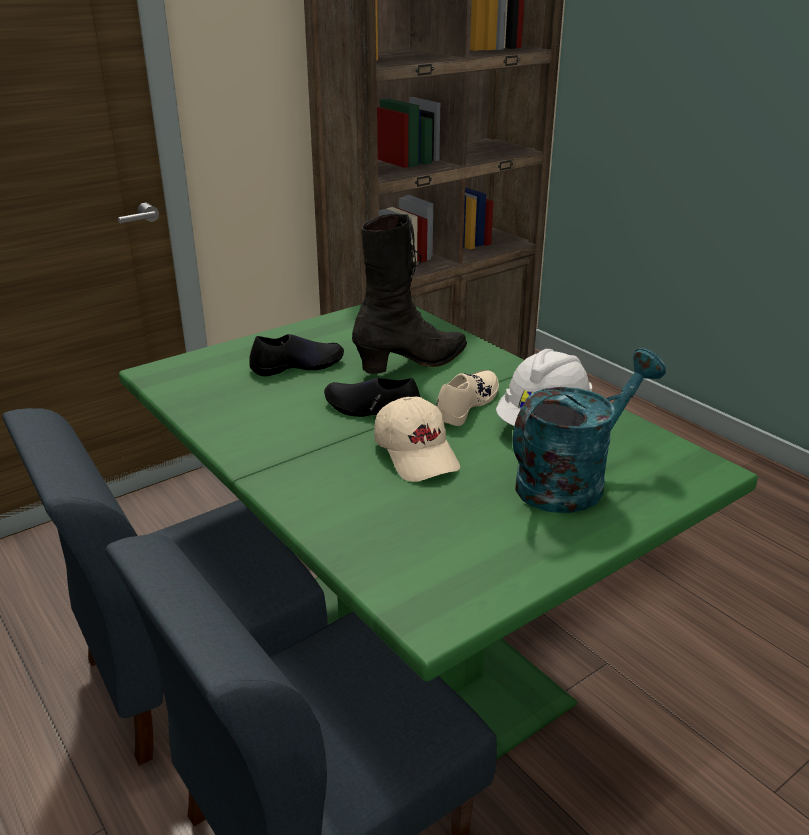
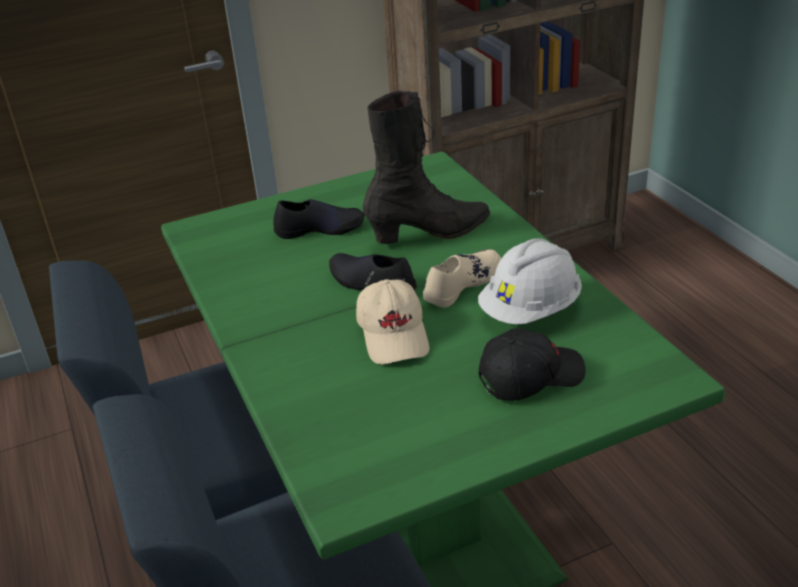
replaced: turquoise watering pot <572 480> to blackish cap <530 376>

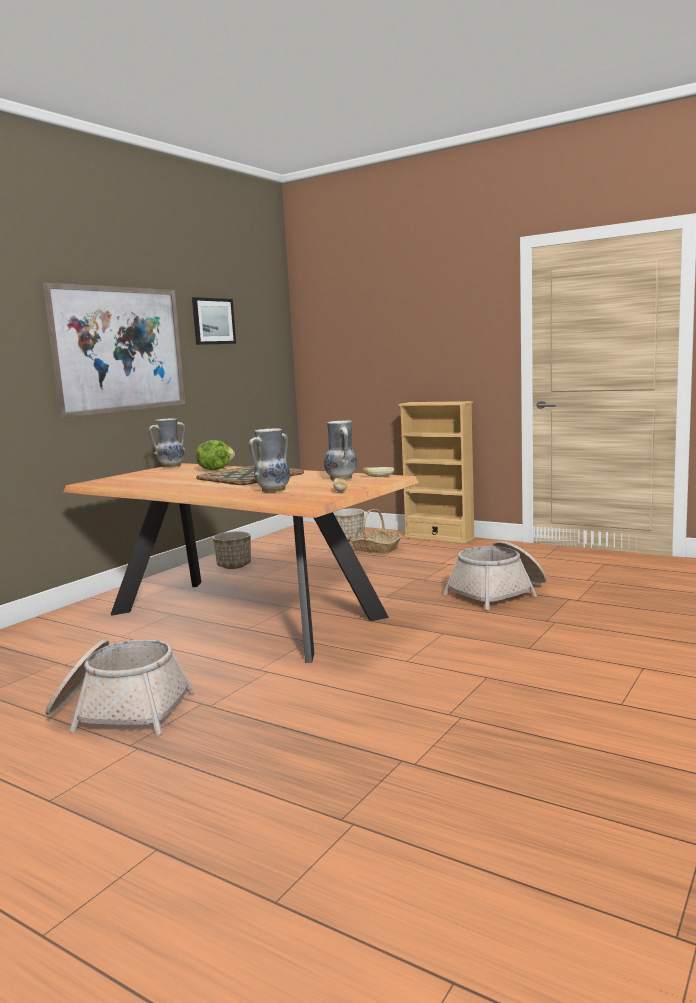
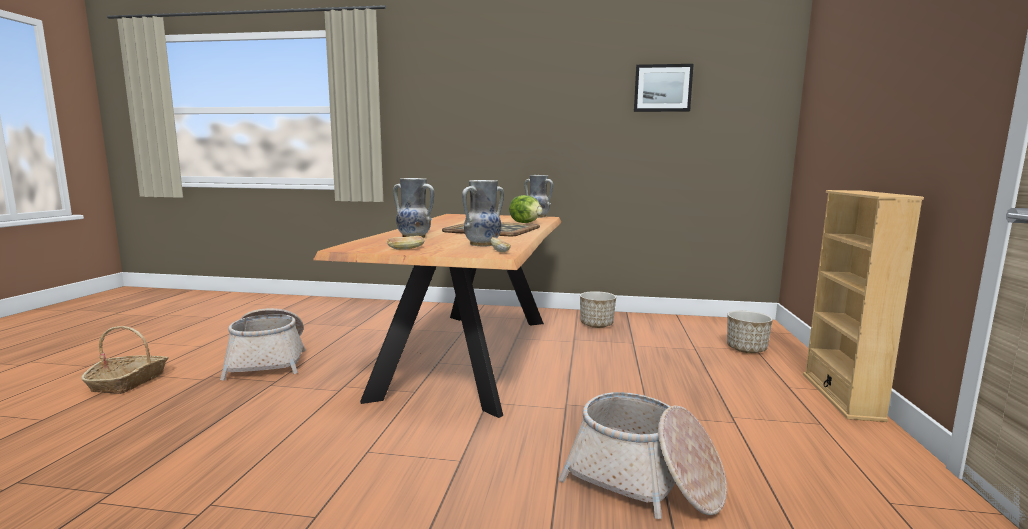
removed: picture <120 349>
moved: storage basket <375 549> to <129 381>

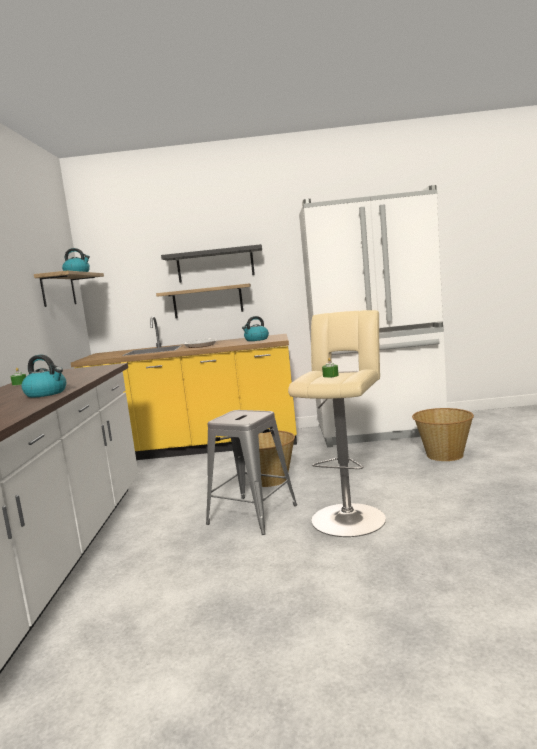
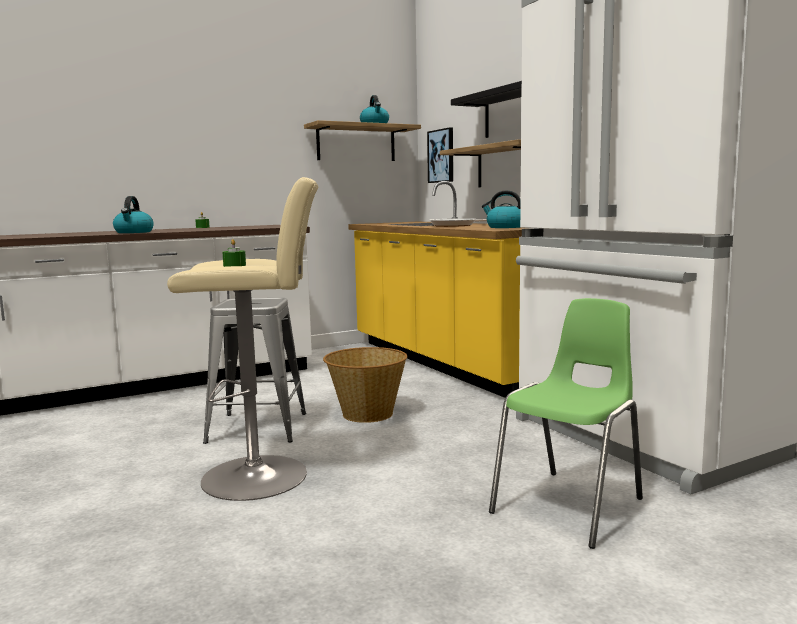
added: picture <441 156>
replaced: storage basket <444 455> to greenish plain chair <570 506>

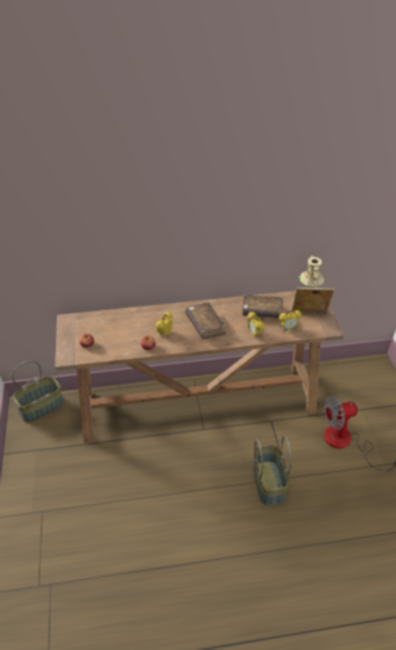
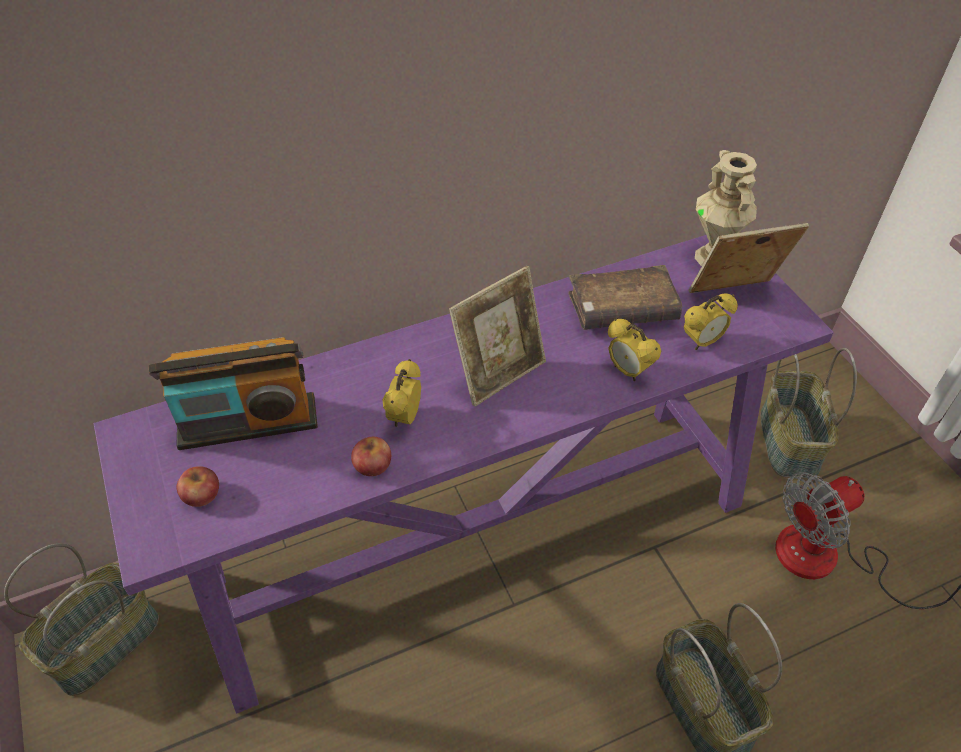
added: radio <248 423>; storage basket <790 441>
replaced: brown-coloured volume <205 325> to standing frame <499 373>
recoloured: brown-coloured hall table <199 403> to purple-coloured hall table <483 540>

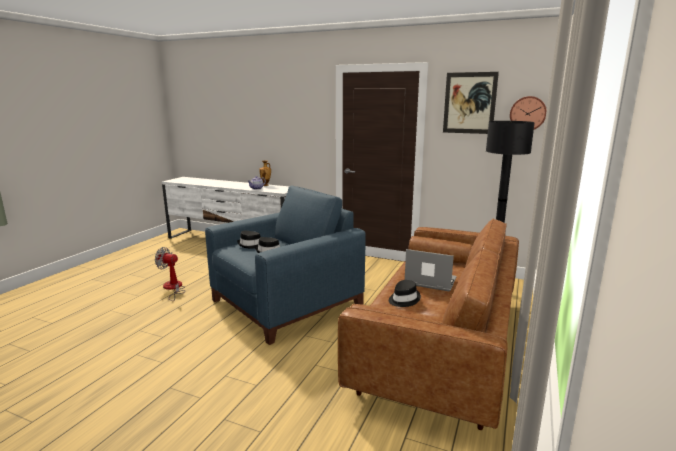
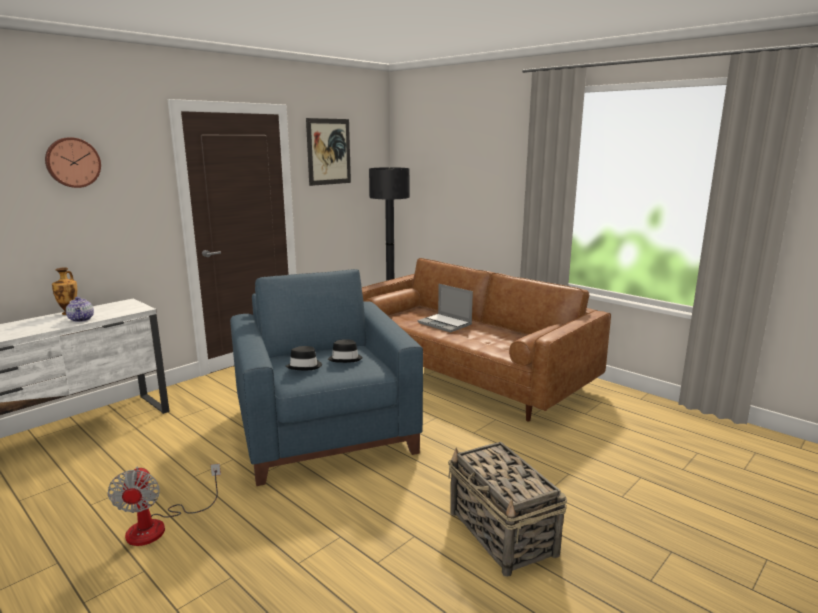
removed: blackish wearable hat <403 299>
added: storage basket <502 534>
moved: hanging clock <528 113> to <72 162>
turned: cooling fan <173 288> = <159 526> 45 degrees counterclockwise; notebook computer <429 281> = <445 324> 90 degrees counterclockwise

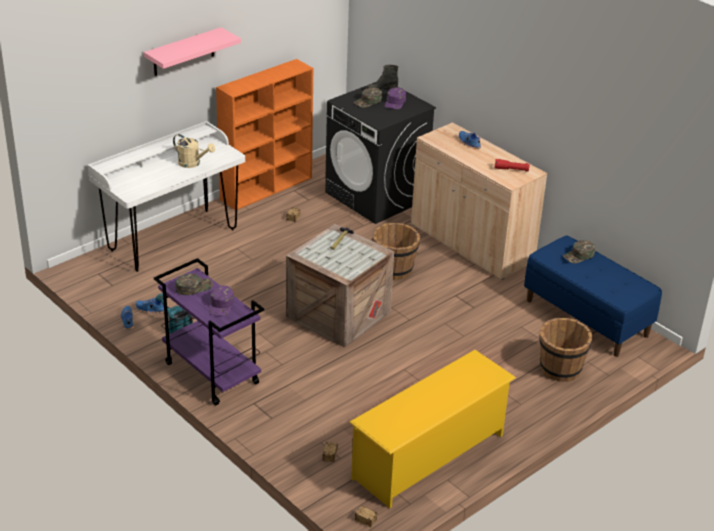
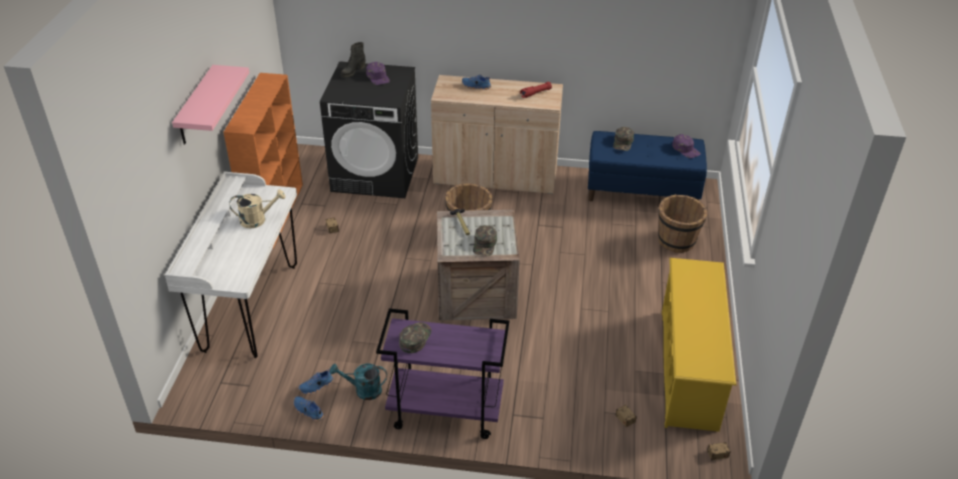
moved: greenish cap <368 101> to <485 244>; purple-coloured cap <221 305> to <686 149>

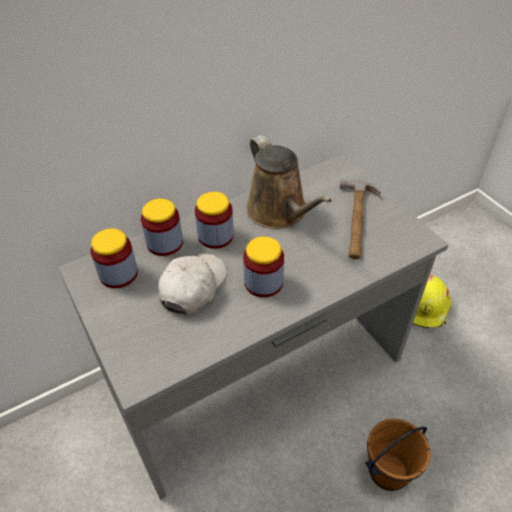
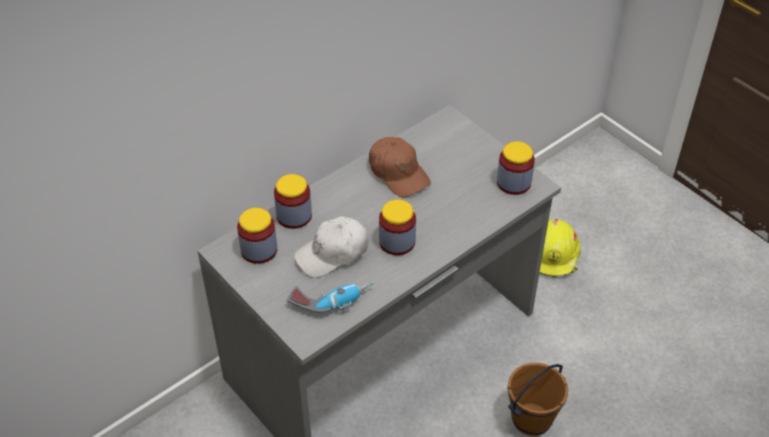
removed: hand hammer <357 221>
added: power drill <331 299>
moved: storage jar <215 236> to <513 182>
replaced: brown-coloured watering pot <280 212> to brown-coloured cap <398 173>
turned: white-coloured cap <192 287> = <332 253> 135 degrees counterclockwise

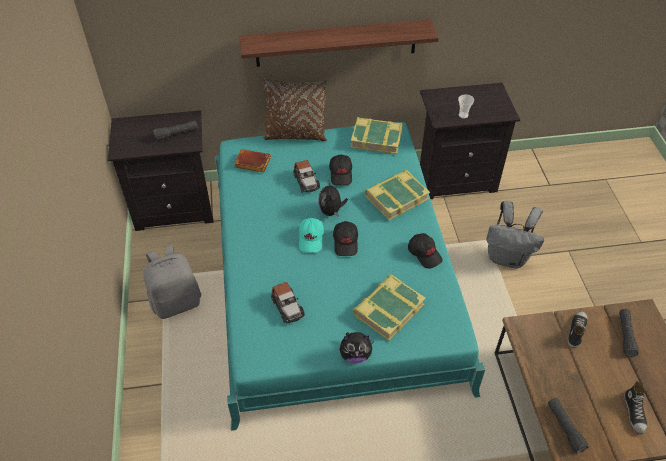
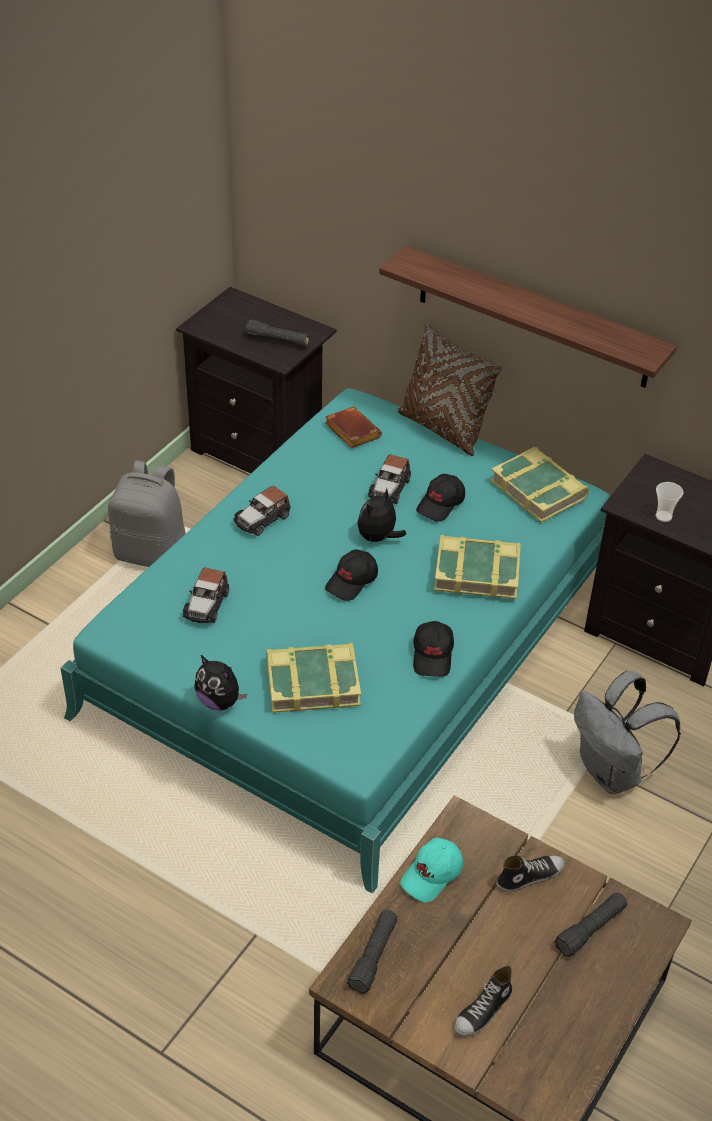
added: model car <262 519>
moved: turquoise cap <311 239> to <432 875>

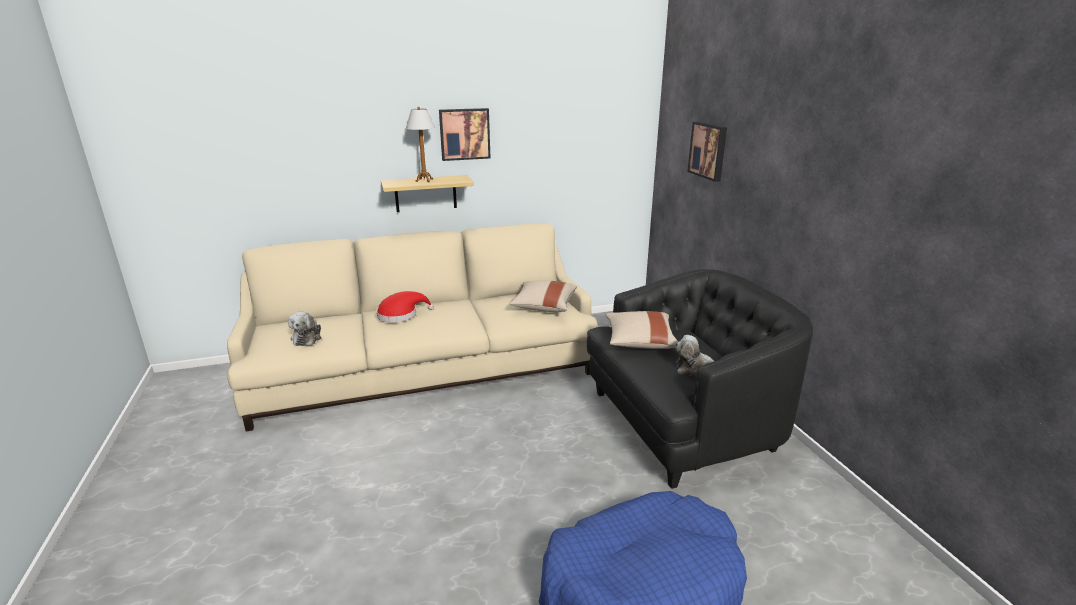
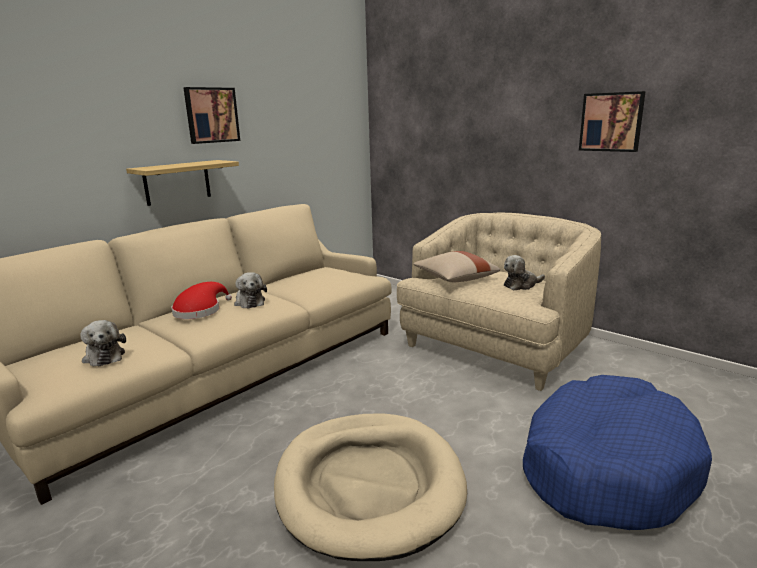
removed: tabletop lamp <424 180>; sand-coloured cushion <543 306>
added: soft toy <249 302>; sand-coloured dog bed <369 485>
moved: picture <708 150> to <611 122>
recoloured: blackish easy chair <682 423> to sand-coloured easy chair <495 346>

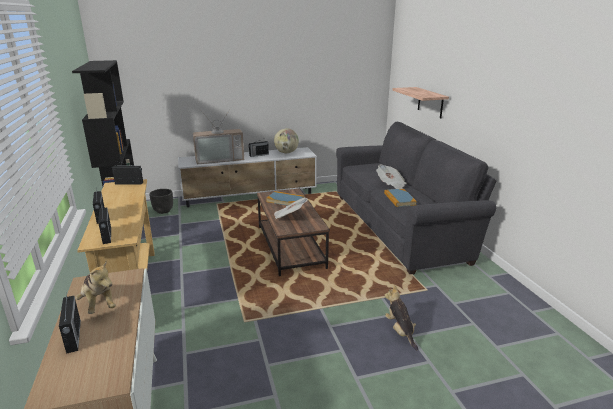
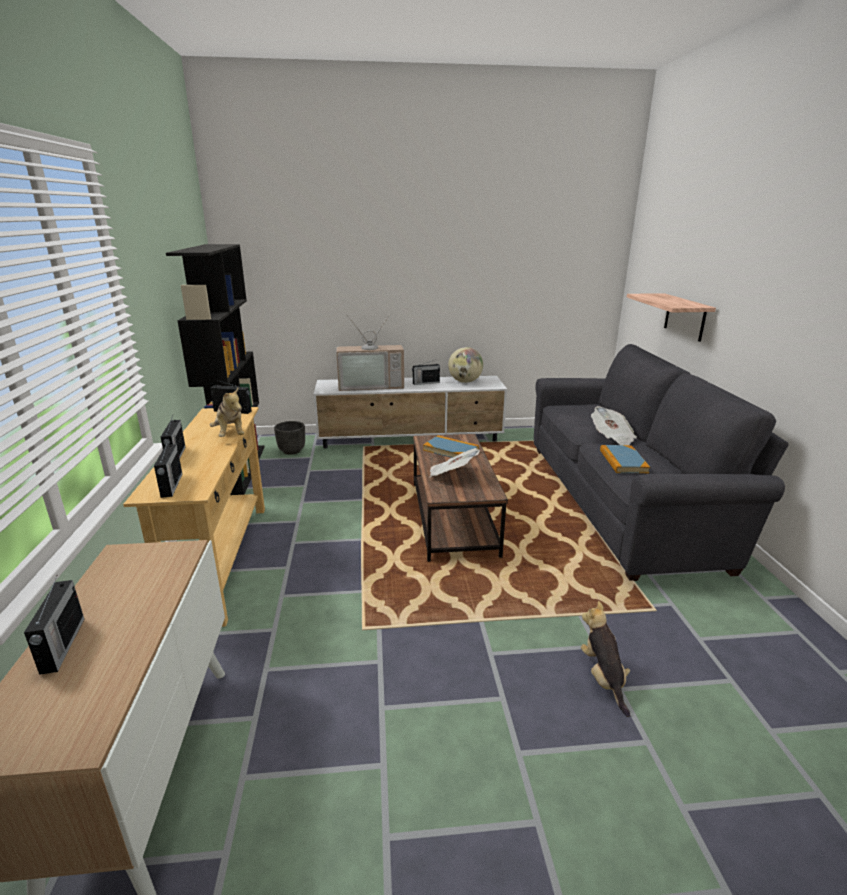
moved: soft toy <99 304> to <230 434>

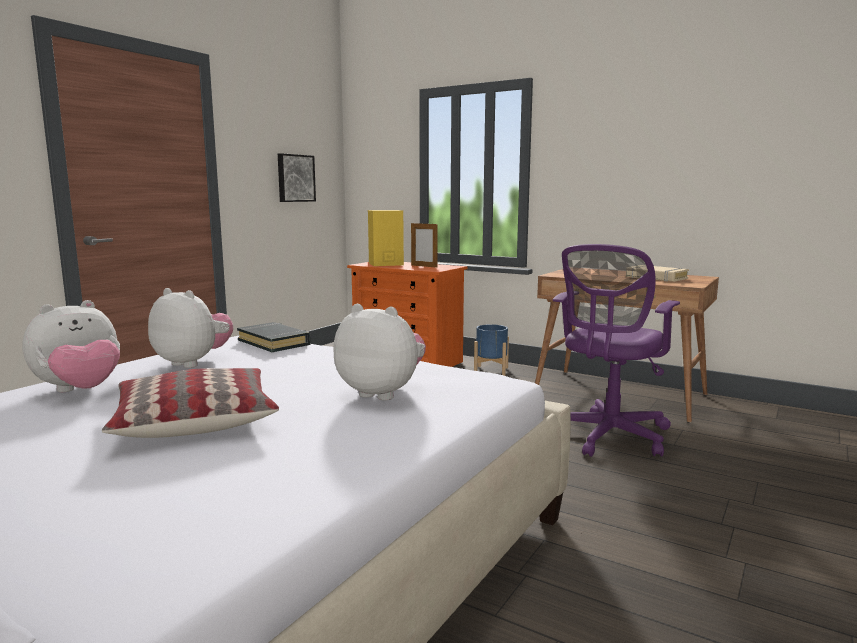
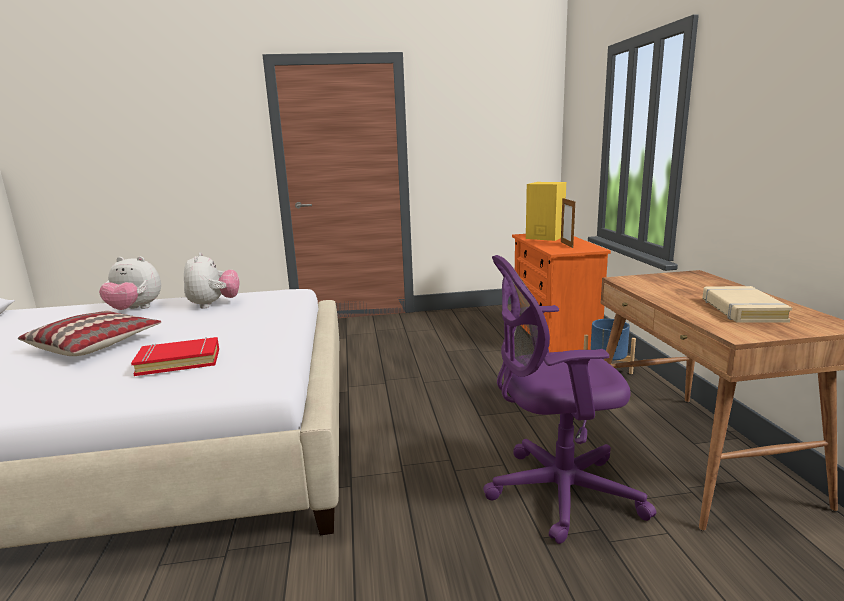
removed: blackish volume <274 342>; picture <295 178>
replaced: soft toy <382 393> to reddish volume <179 361>

